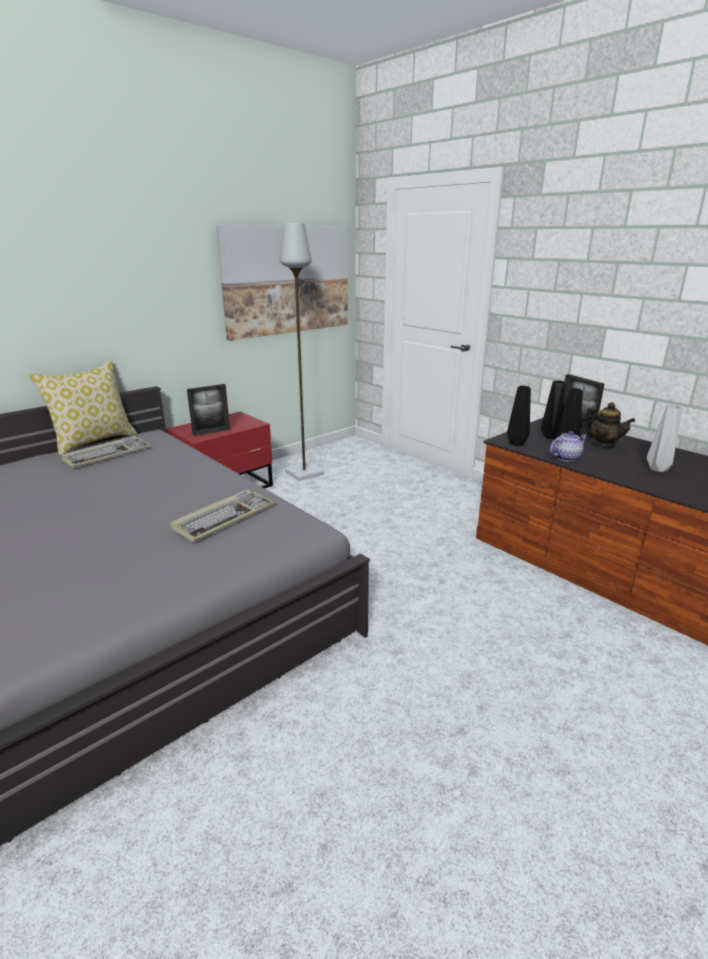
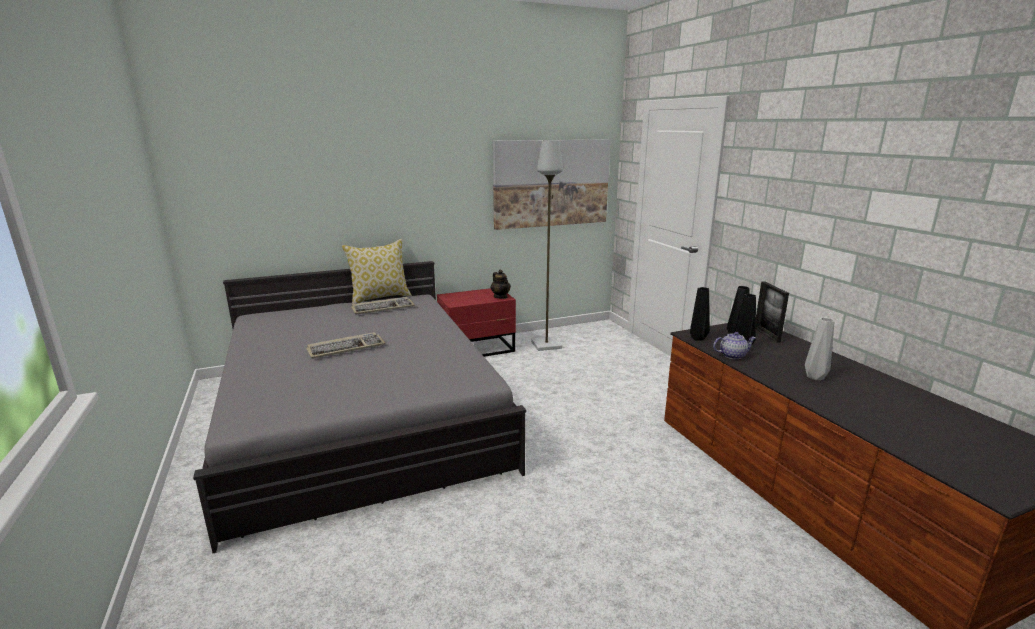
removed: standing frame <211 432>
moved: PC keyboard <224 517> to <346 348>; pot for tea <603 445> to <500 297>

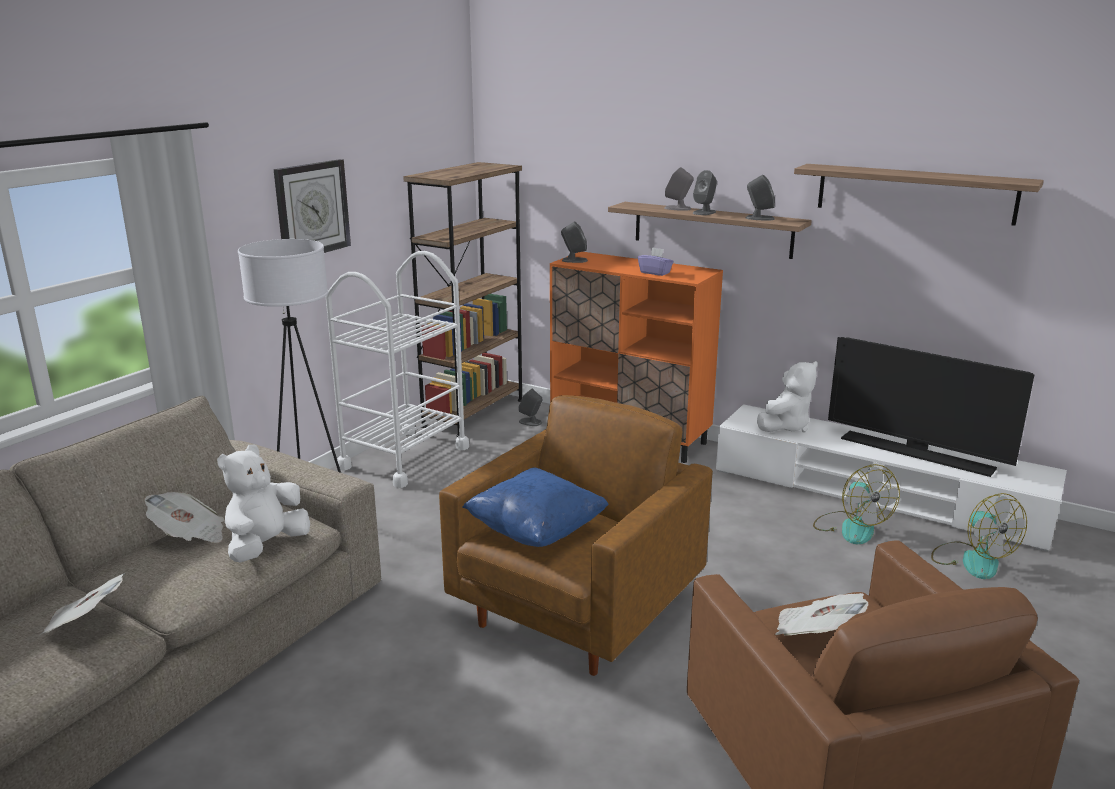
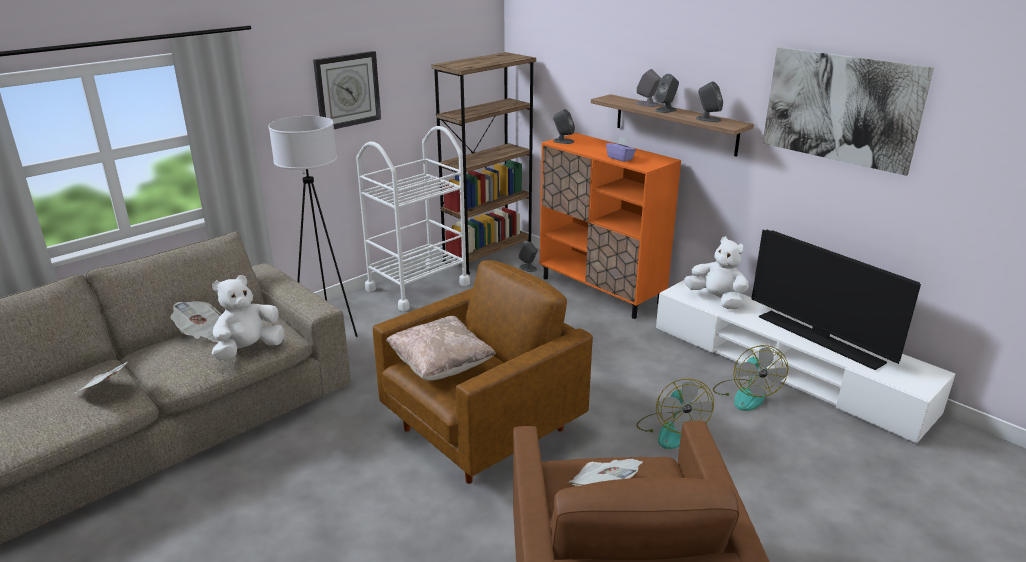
moved: cooling fan <971 560> to <671 430>
replaced: shelf <915 193> to picture <841 108>
recoloured: bluish cushion <536 531> to sand-coloured cushion <441 366>
turned: white-coloured soft toy <785 426> = <716 300> 105 degrees counterclockwise

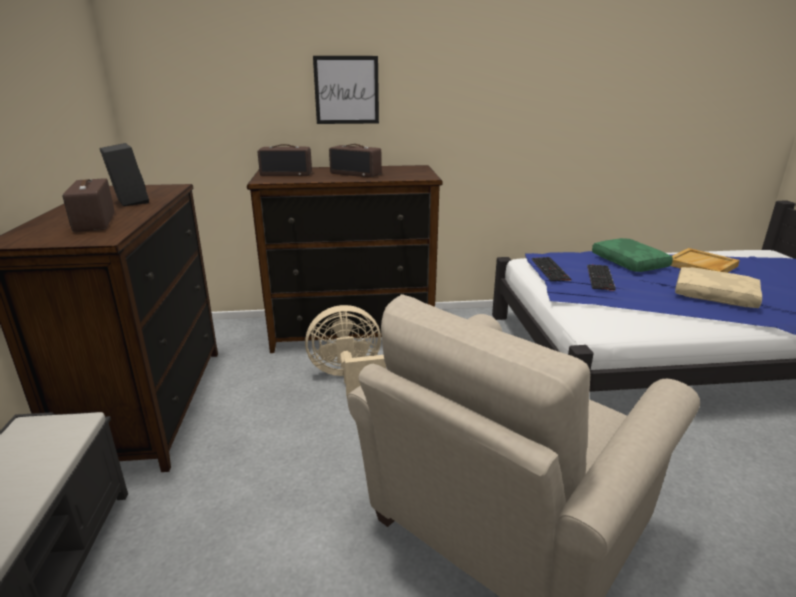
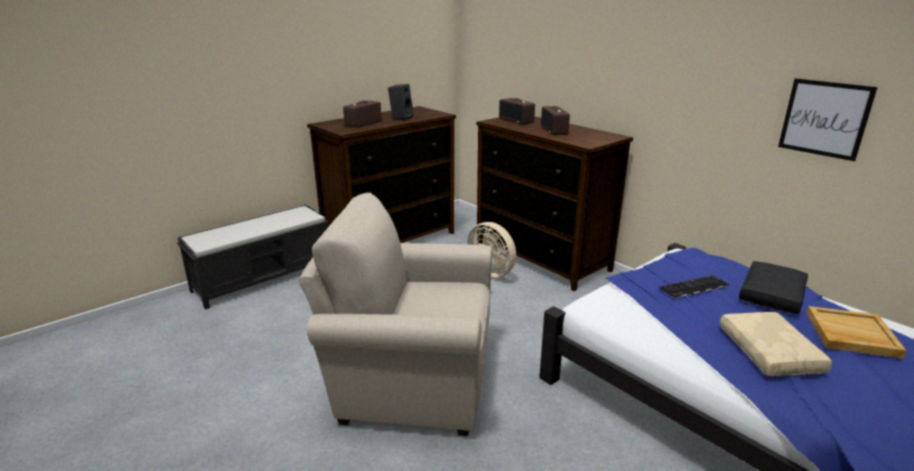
removed: PC keyboard <551 269>
moved: picture <346 90> to <824 118>
recoloured: greenish cushion <630 262> to blackish cushion <773 295>

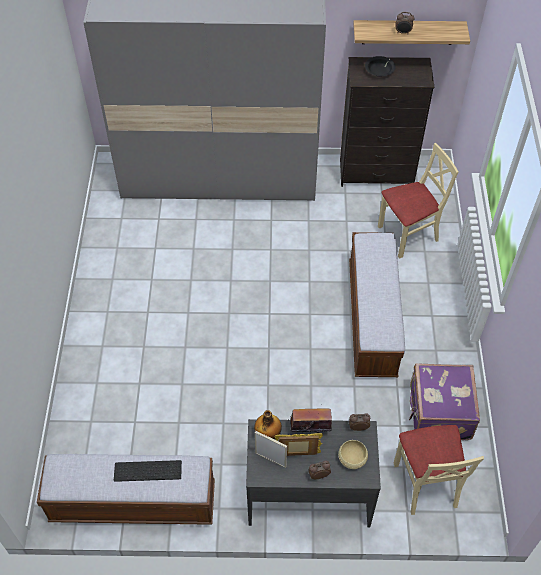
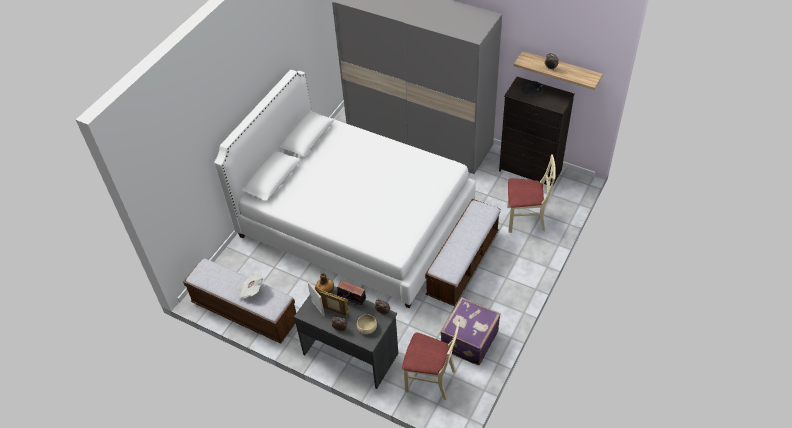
added: white-coloured sleeping bed <356 222>
replaced: PC keyboard <147 472> to printed paper <251 290>
turned: sand-coloured plain chair <426 484> = <430 379> 90 degrees counterclockwise

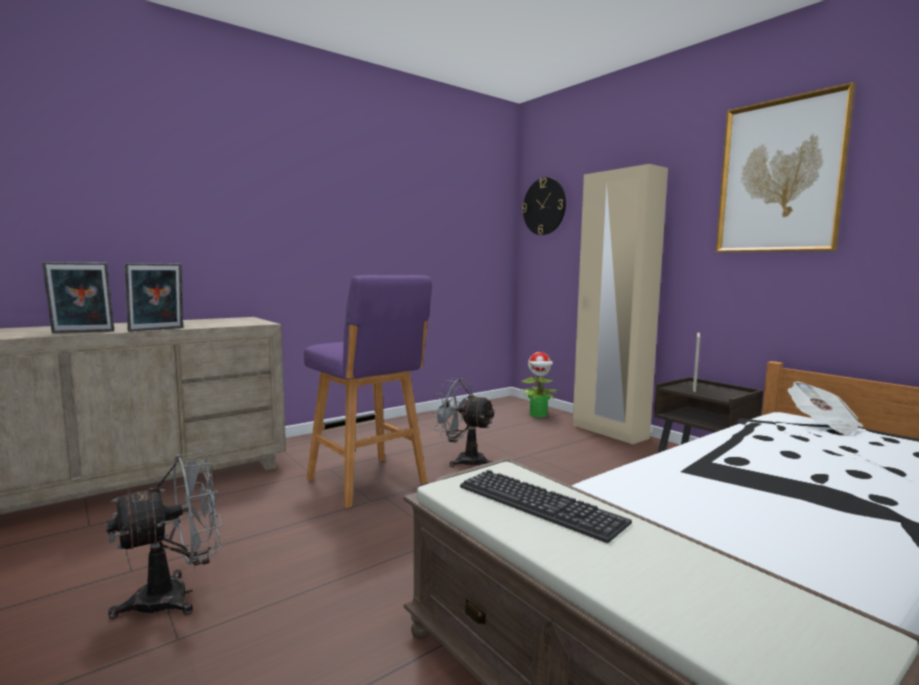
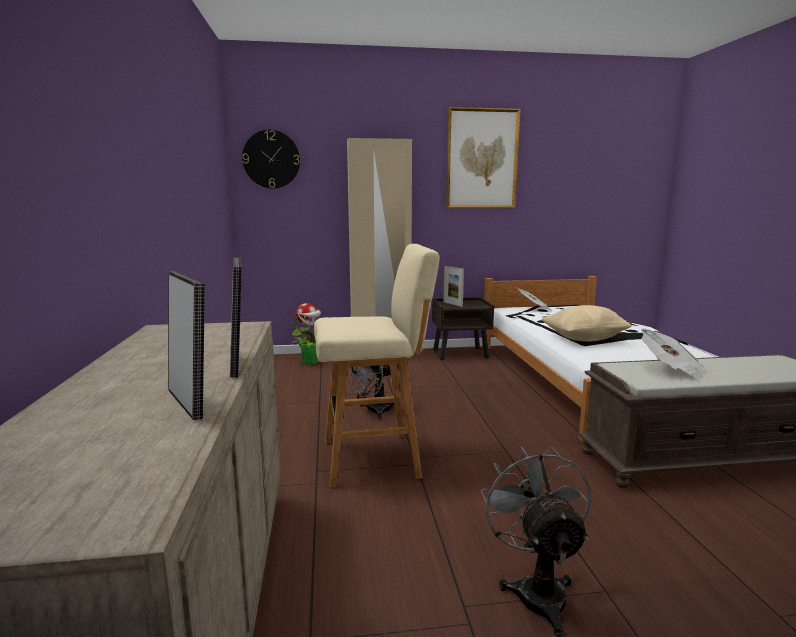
added: sand-coloured cushion <584 339>
replaced: PC keyboard <539 504> to printed paper <671 370>
recoloured: purple-coloured stool seat <368 482> to sand-coloured stool seat <375 458>
turned: standing frame <82 332> = <191 402> 45 degrees counterclockwise

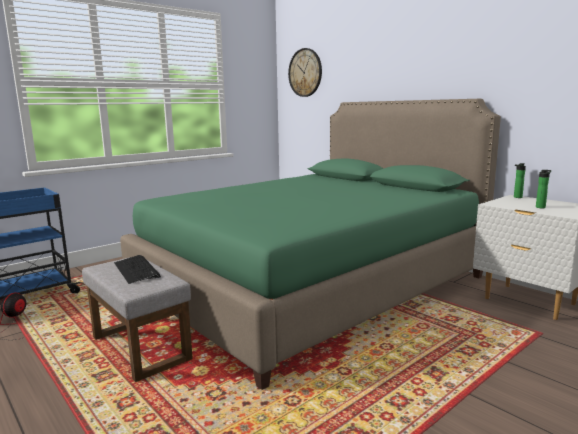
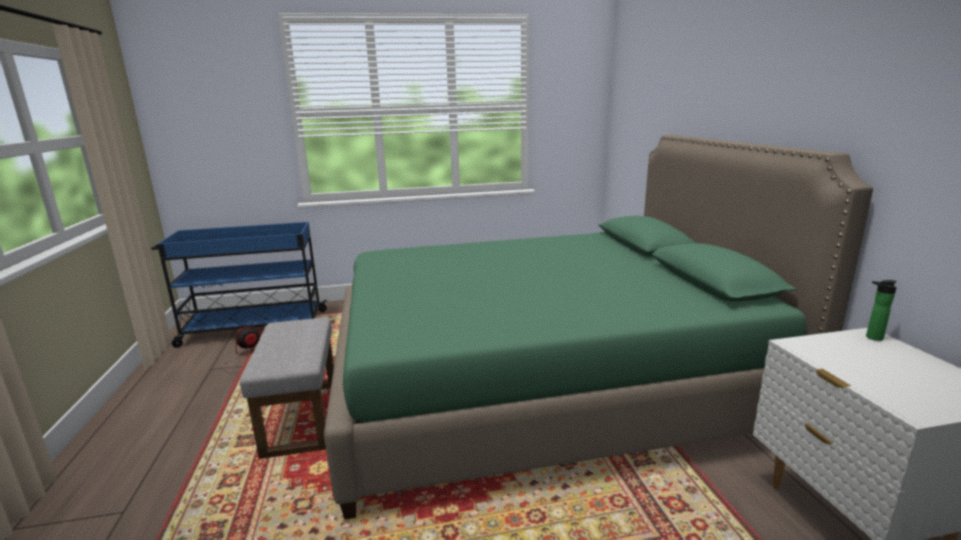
removed: PC keyboard <137 270>; hanging clock <305 72>; drink bottle <541 207>

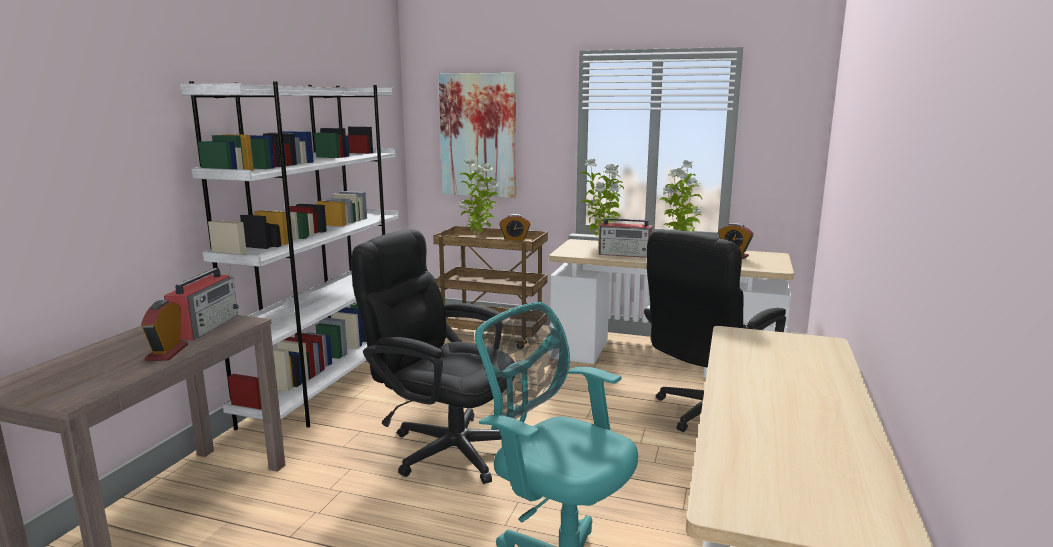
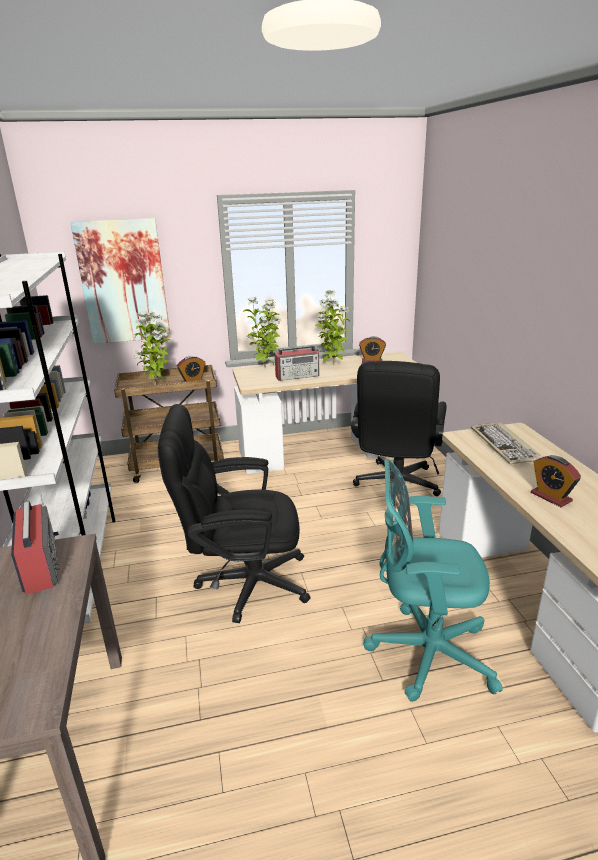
added: PC keyboard <504 445>
moved: table clock <167 353> to <551 497>

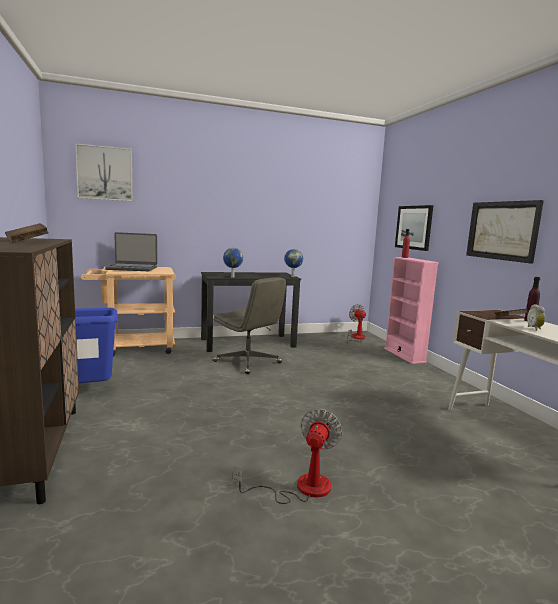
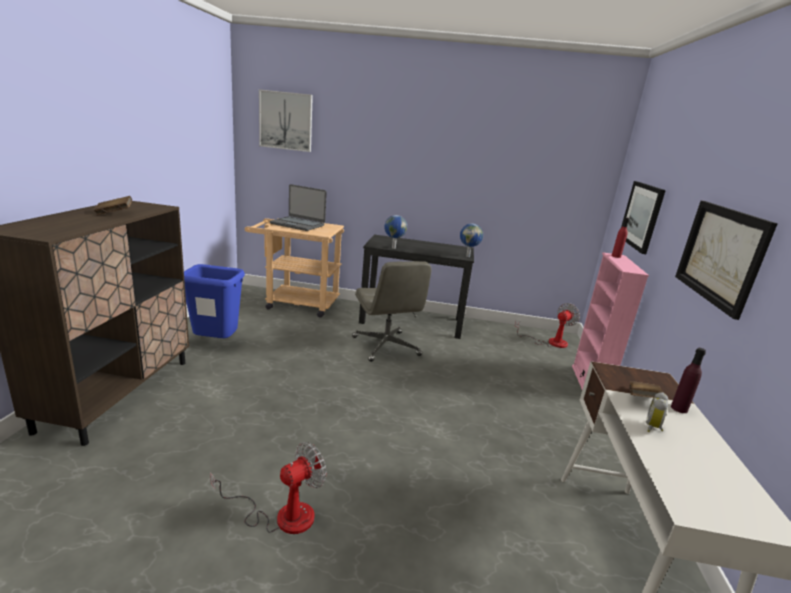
turned: cooling fan <356 338> = <550 342> 45 degrees clockwise

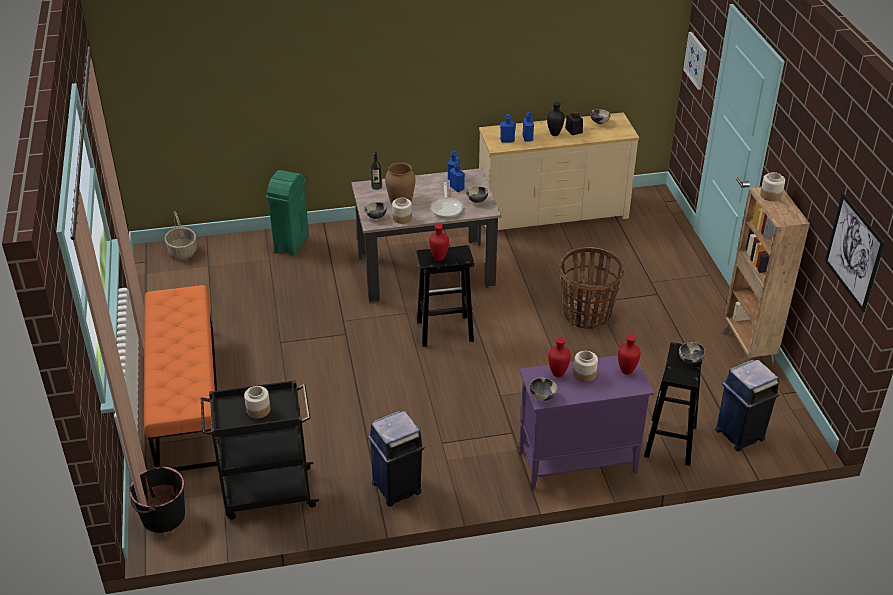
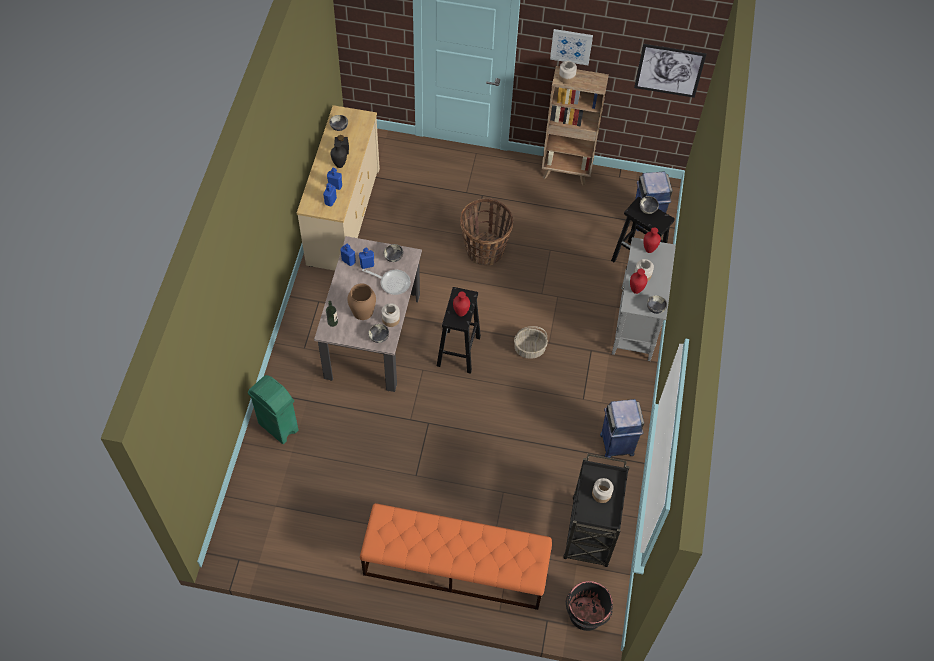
moved: storage basket <183 251> to <530 348>; picture <696 60> to <571 46>
recoloured: purple-coloured storage cabinet <576 462> to greyish storage cabinet <635 324>

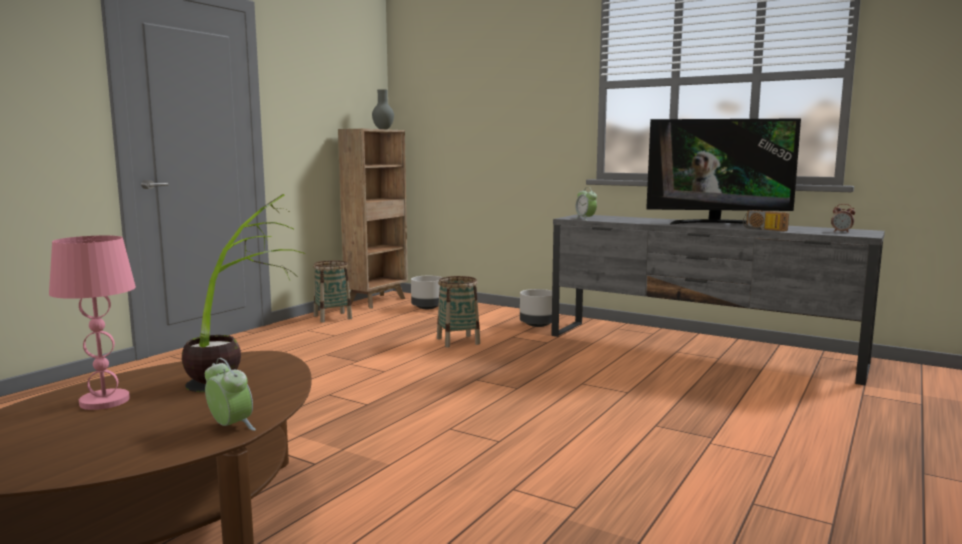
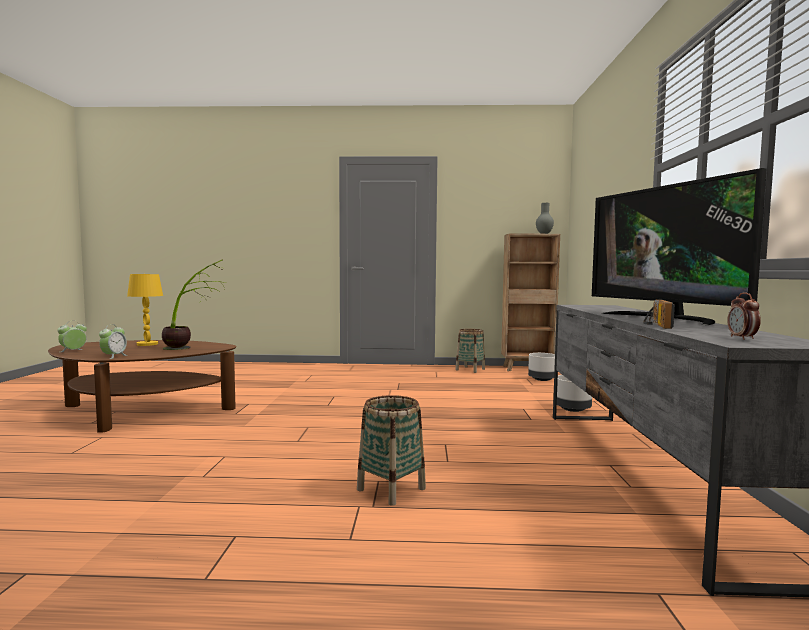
moved: table clock <585 219> to <73 351>; storage basket <458 341> to <391 489>
recoloured: pink tabletop lamp <105 401> to yellow tabletop lamp <147 344>

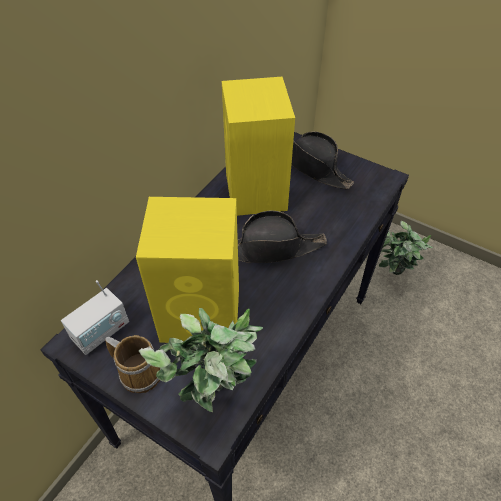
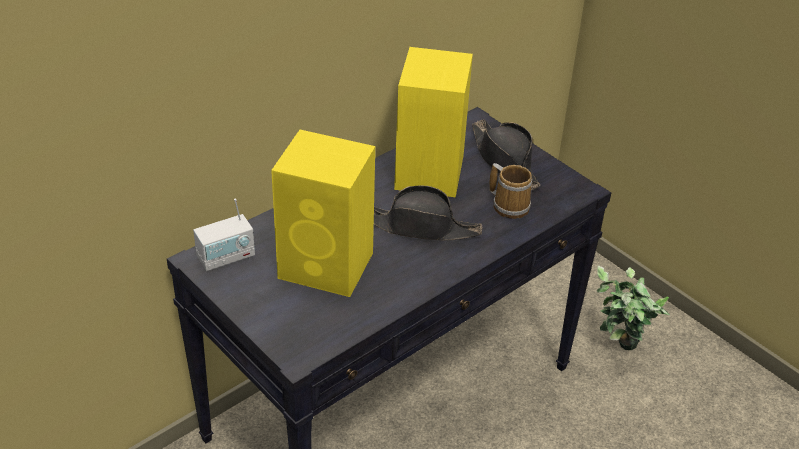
removed: houseplant <214 399>
moved: tea mug <139 371> to <510 205>

